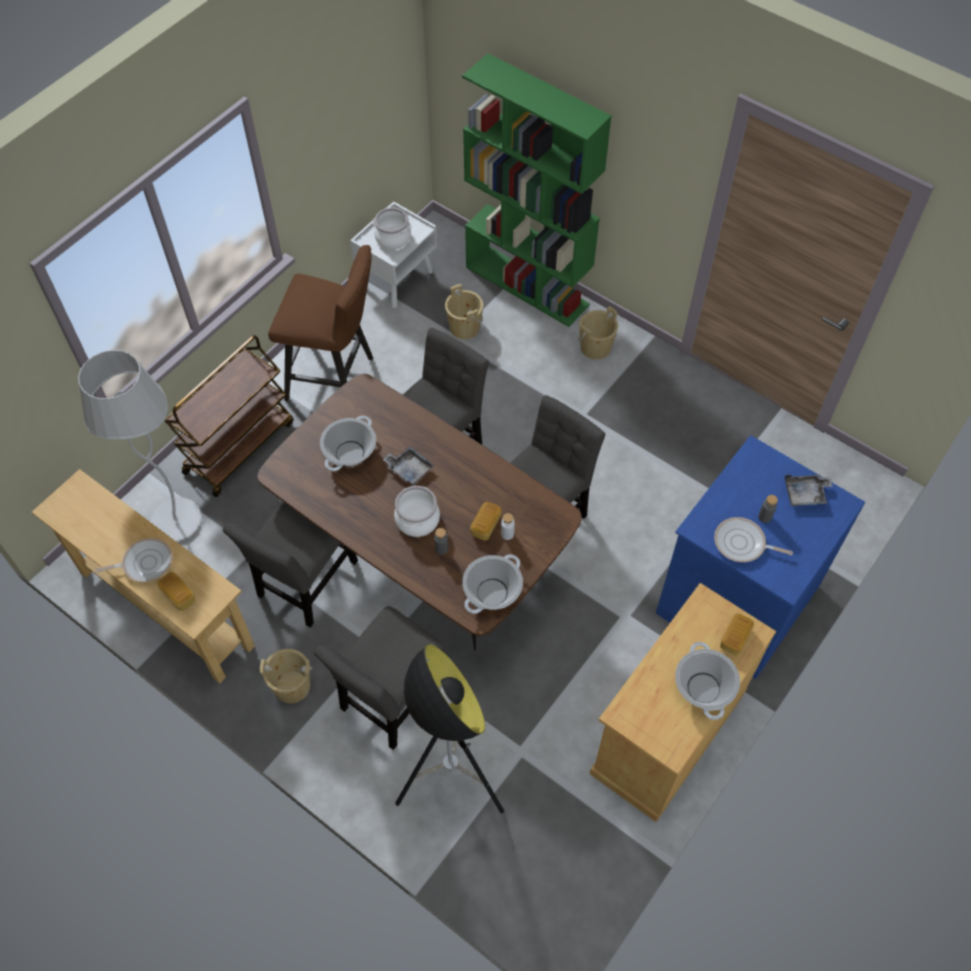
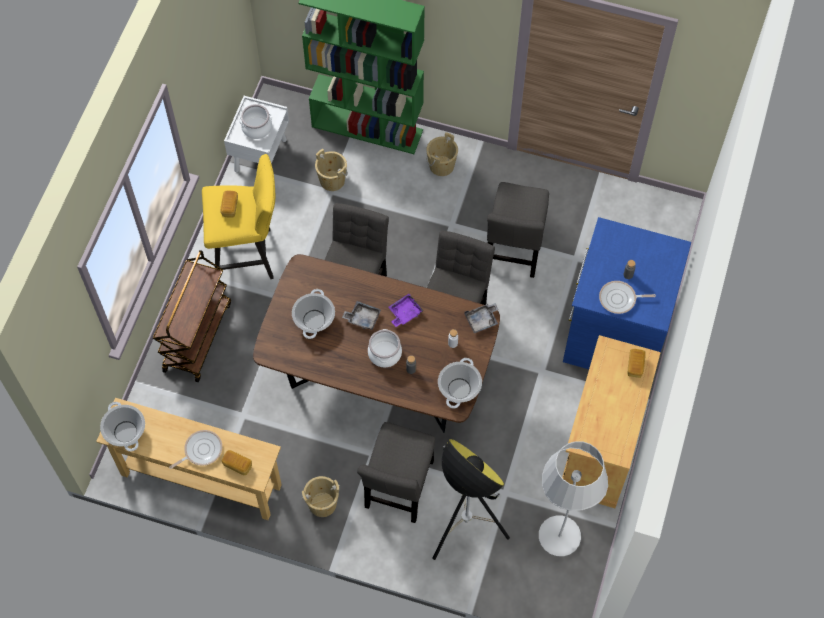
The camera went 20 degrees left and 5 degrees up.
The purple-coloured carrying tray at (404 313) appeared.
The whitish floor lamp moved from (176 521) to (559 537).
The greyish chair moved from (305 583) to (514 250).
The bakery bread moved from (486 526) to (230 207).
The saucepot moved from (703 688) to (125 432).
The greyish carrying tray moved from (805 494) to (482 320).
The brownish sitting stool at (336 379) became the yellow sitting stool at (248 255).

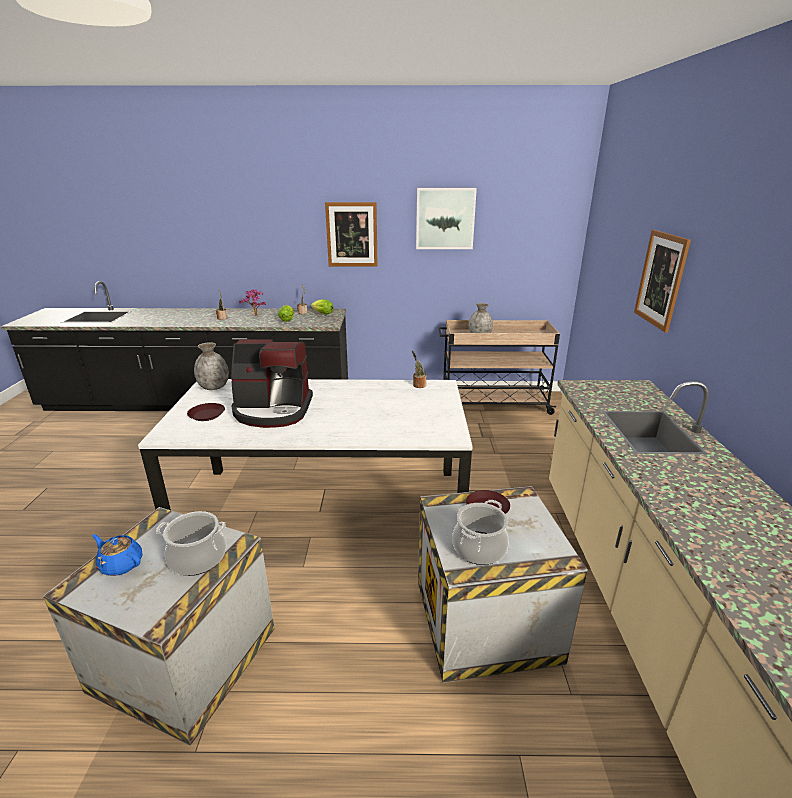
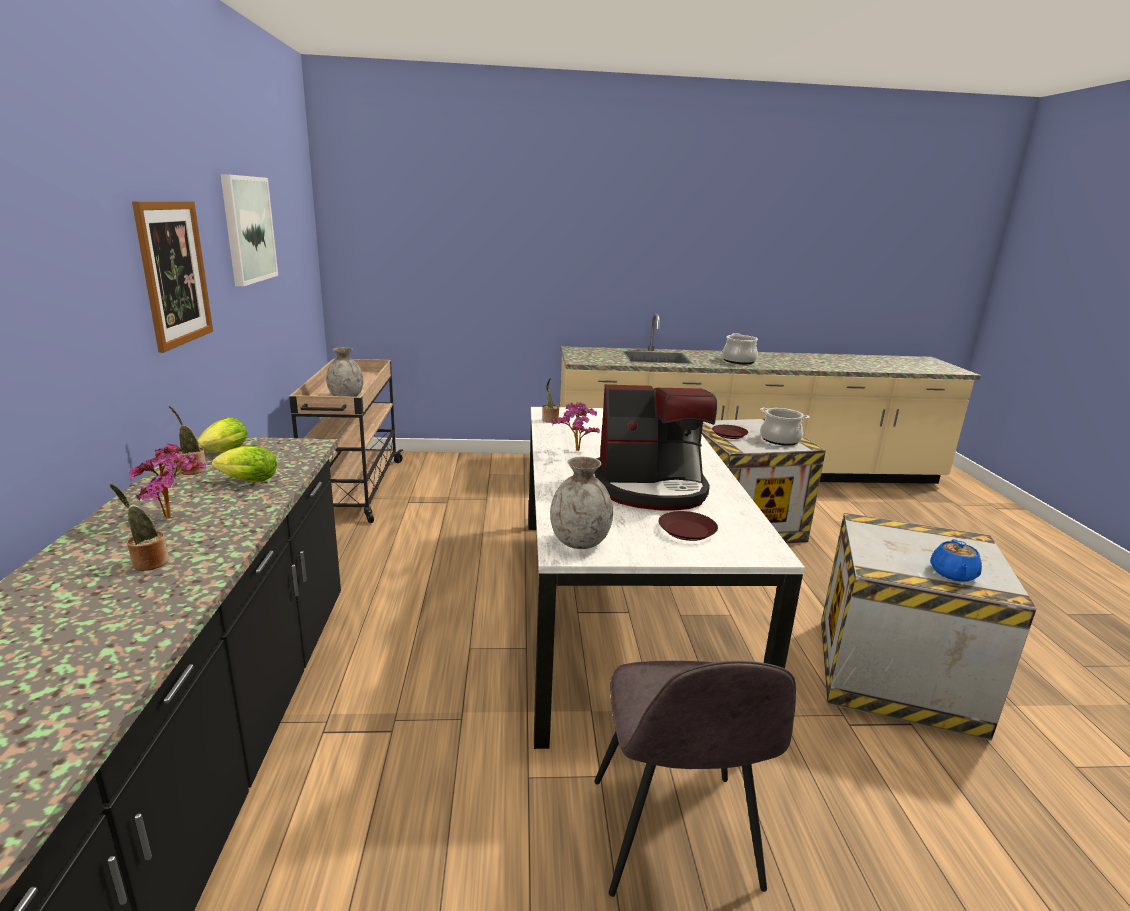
The camera went 95 degrees left and 5 degrees down.
The picture at (661 279) disappeared.
The potted plant at (576 451) appeared.
The greyish chair at (674 837) appeared.
The saucepot moved from (198 558) to (738 361).
The coffee machine at (273 410) turned 90 degrees clockwise.

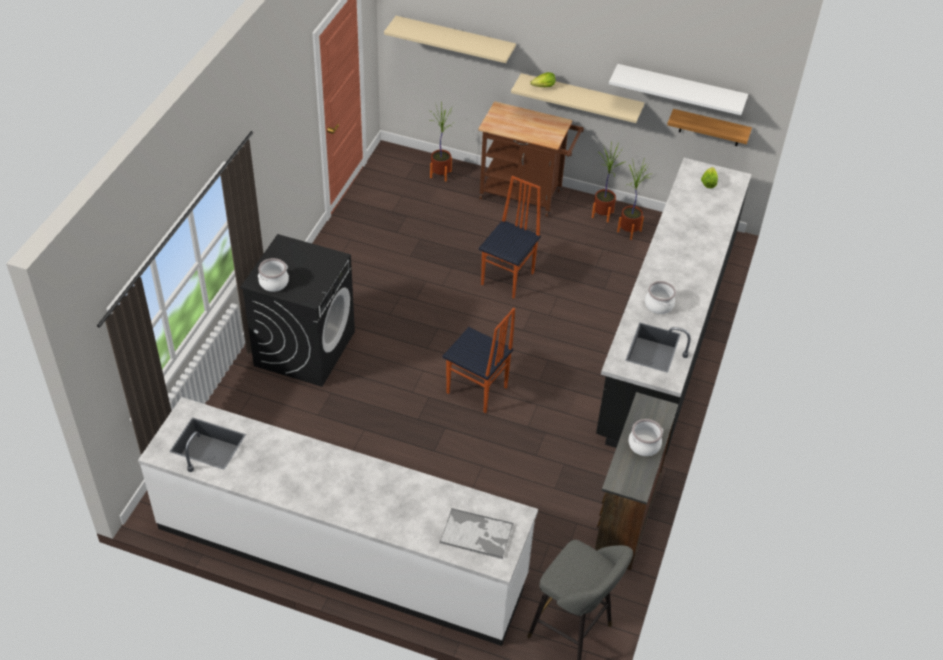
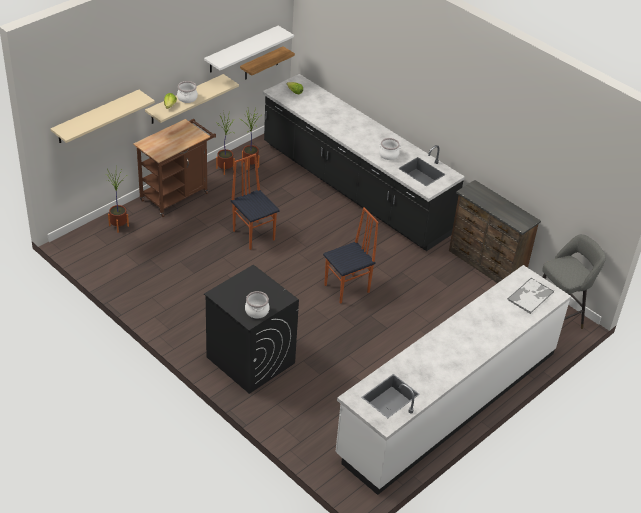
The camera went 65 degrees left and 5 degrees down.
The saucepot moved from (644 444) to (187 98).

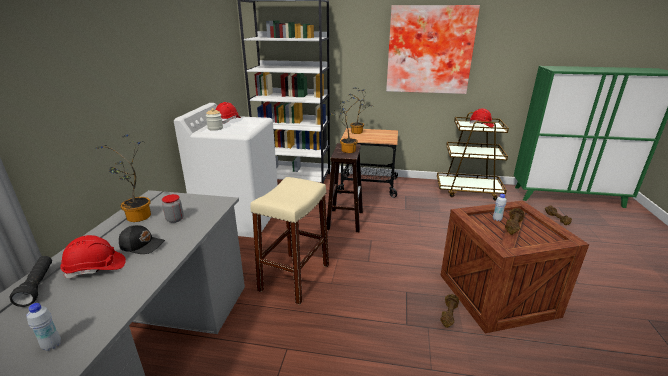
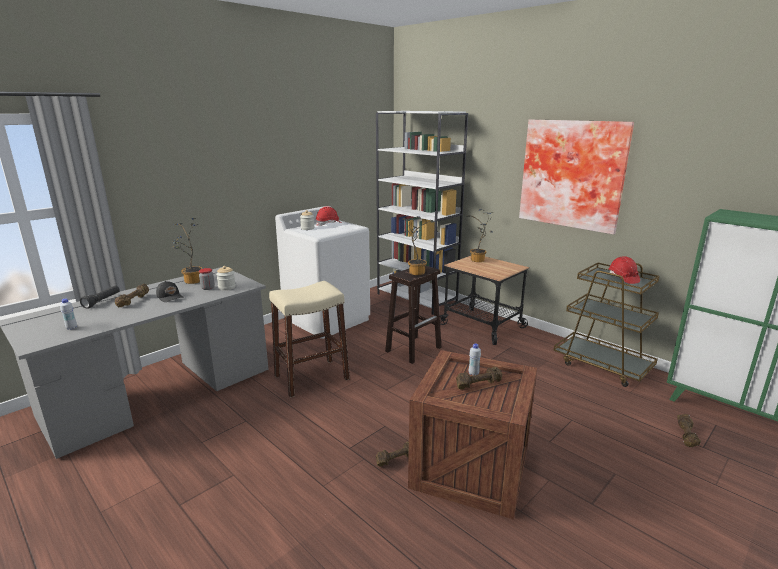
The camera went 35 degrees right and 5 degrees down.
The preserve jar at (227 287) appeared.
The red-coloured work helmet at (96 268) was replaced by the brownish hand weight at (134 301).

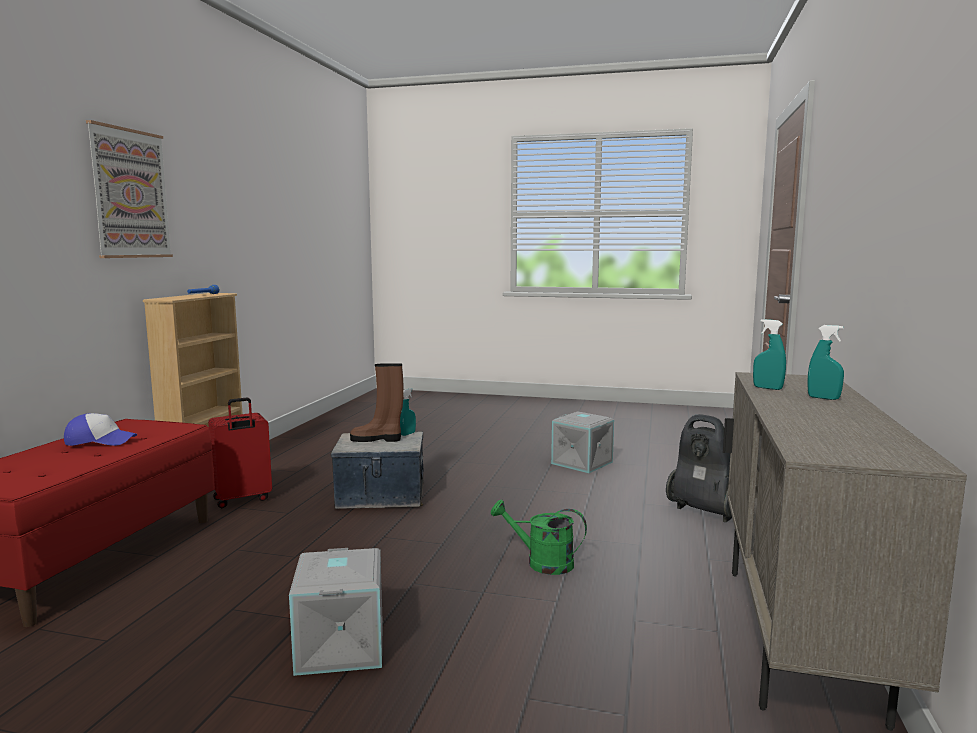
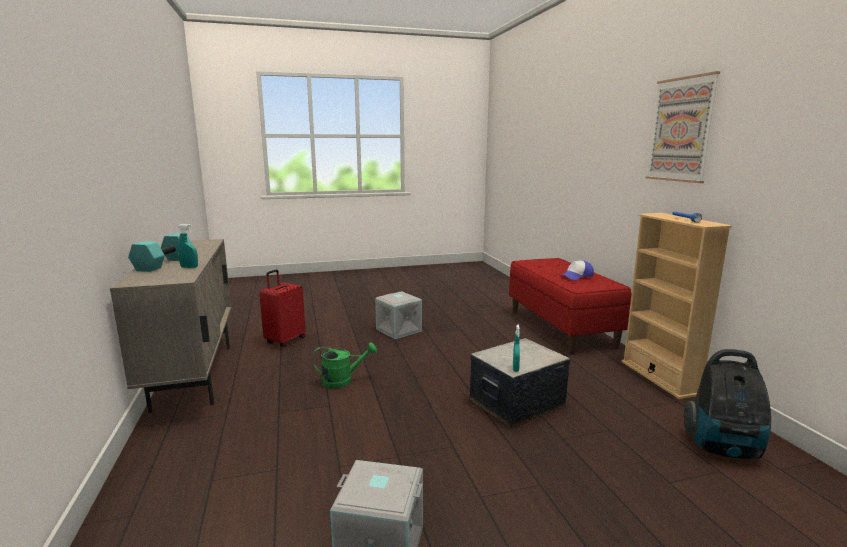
The camera went 150 degrees right and 5 degrees up.
The brownish tall boot at (377 439) disappeared.
The red-coloured piece of luggage moved from (242 499) to (285 340).
The hoover moved from (706 511) to (723 448).
The turquoise spray bottle at (823 398) was replaced by the turquoise hand weight at (164 264).

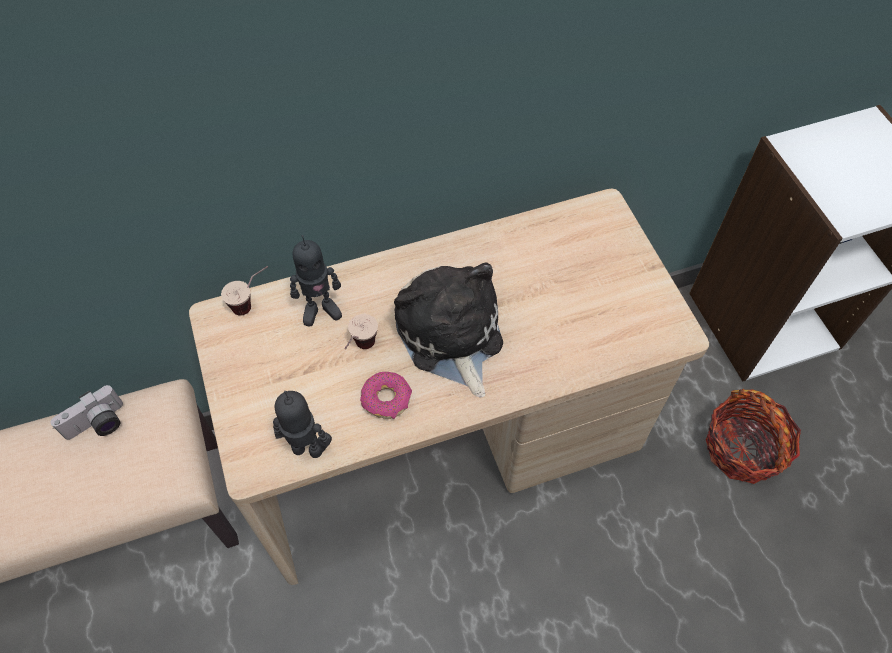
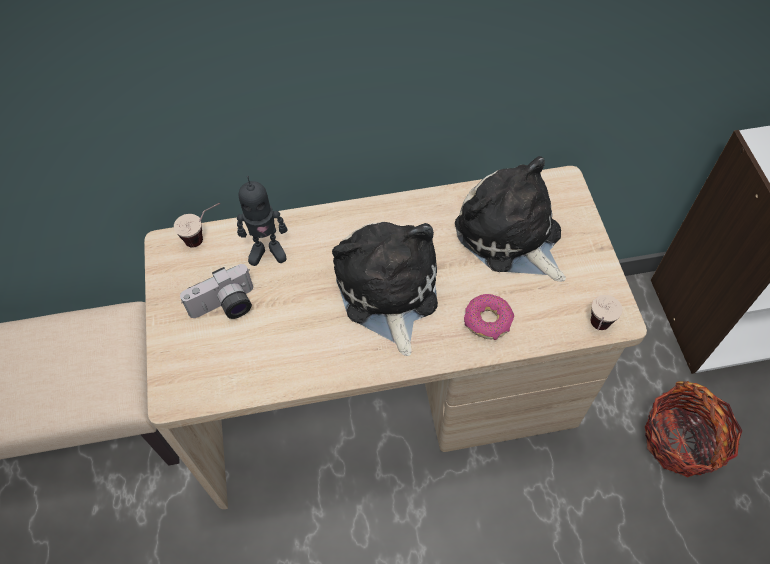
The camera went 10 degrees right and 0 degrees up.
The robot figure at (307 449) disappeared.
The soft toy at (511 236) appeared.
The still camera moved from (98 425) to (225 307).
The small cup moved from (360 351) to (596 331).
The doughnut moved from (386 399) to (488 321).

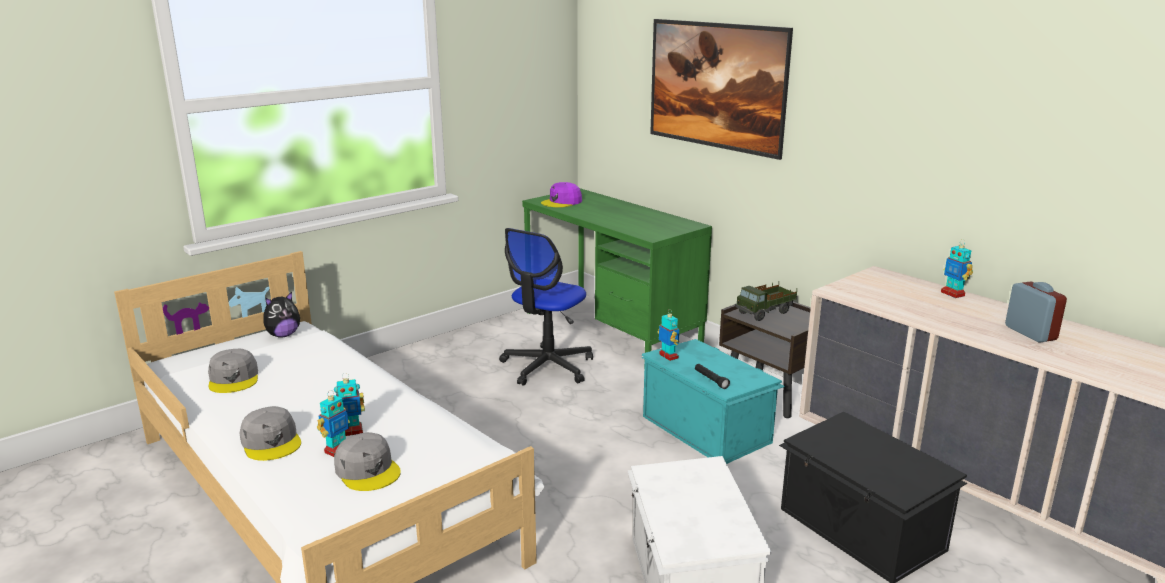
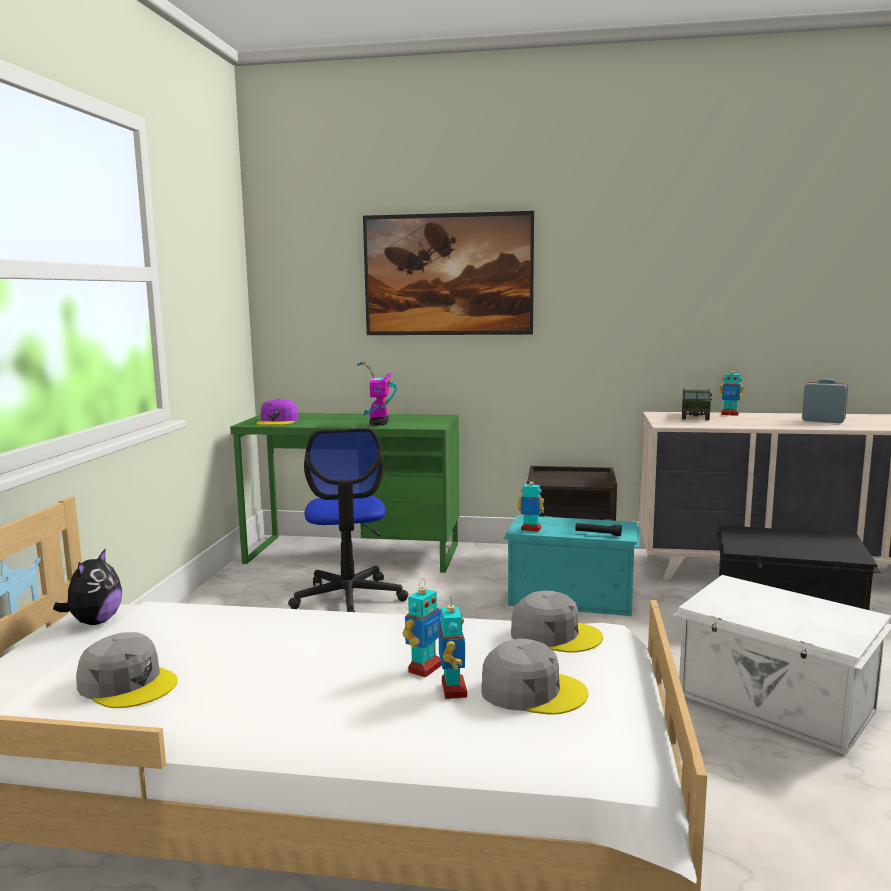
The camera went 40 degrees left and 10 degrees down.
The robot figure at (379 424) appeared.
The greyish peaked cap moved from (271 442) to (554 634).
The toy truck moved from (765 313) to (695 416).

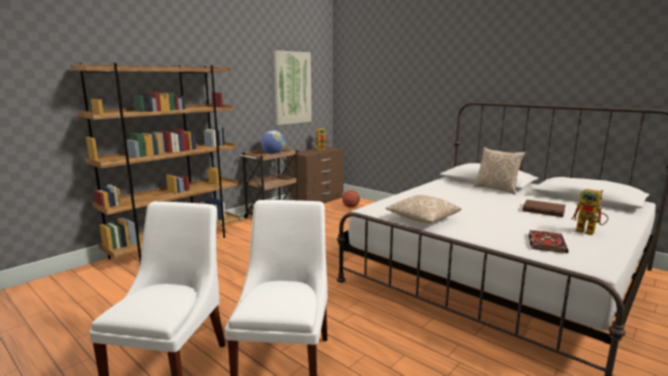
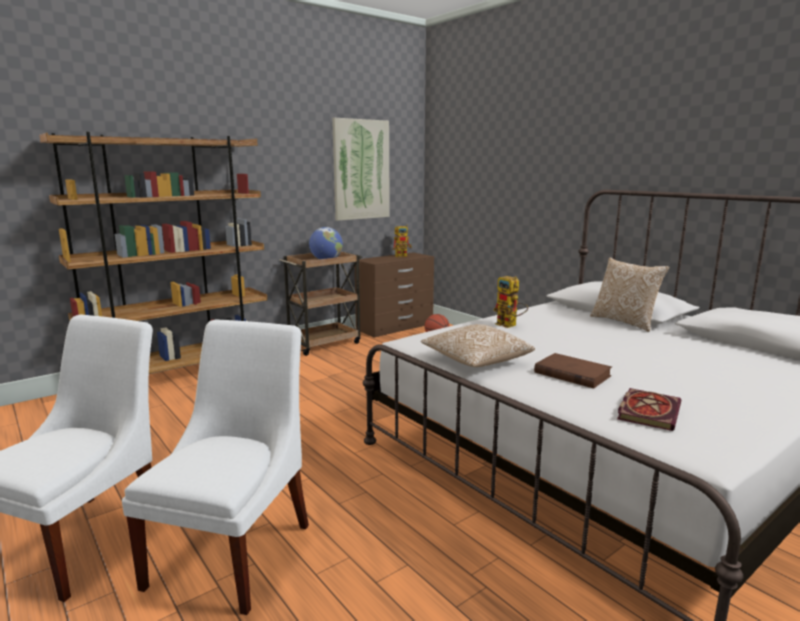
The camera went 10 degrees right and 0 degrees up.
The brownish book moved from (543 210) to (571 374).
The robot figure moved from (589 232) to (510 325).

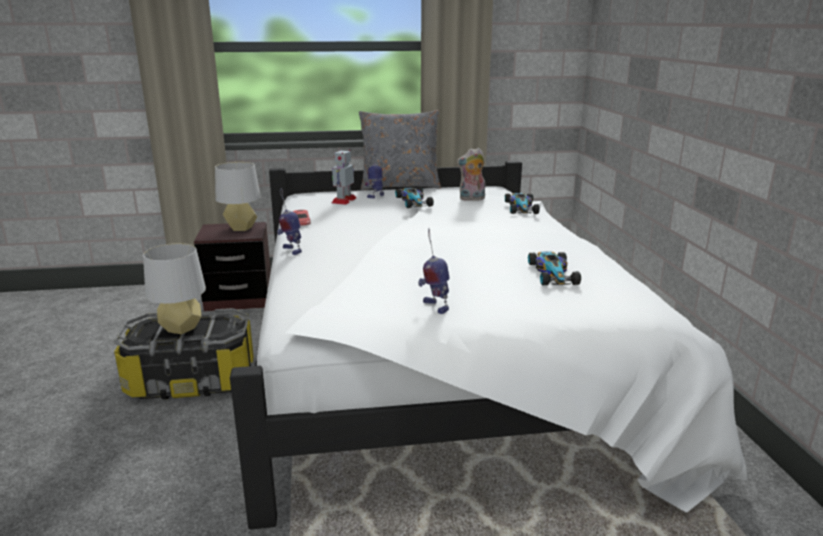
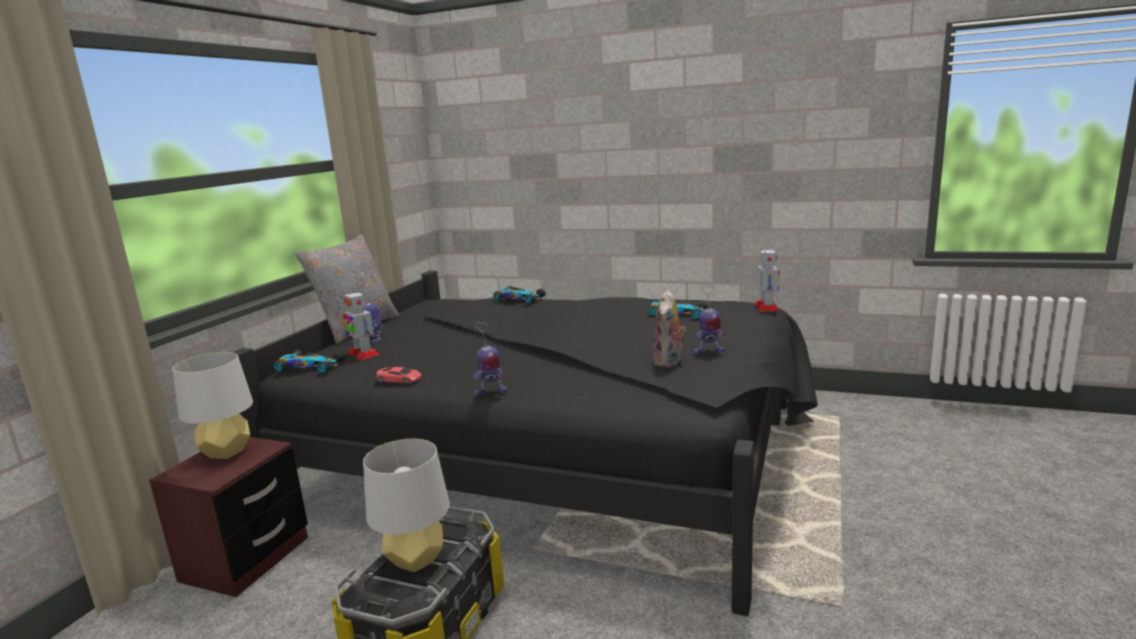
The camera went 60 degrees left and 5 degrees down.
The robot figure at (767 307) appeared.
The toy car moved from (413 201) to (309 366).
The soft toy moved from (471 199) to (669 362).
The whitish sleeping bed at (441 364) became the blackish sleeping bed at (563 459).

